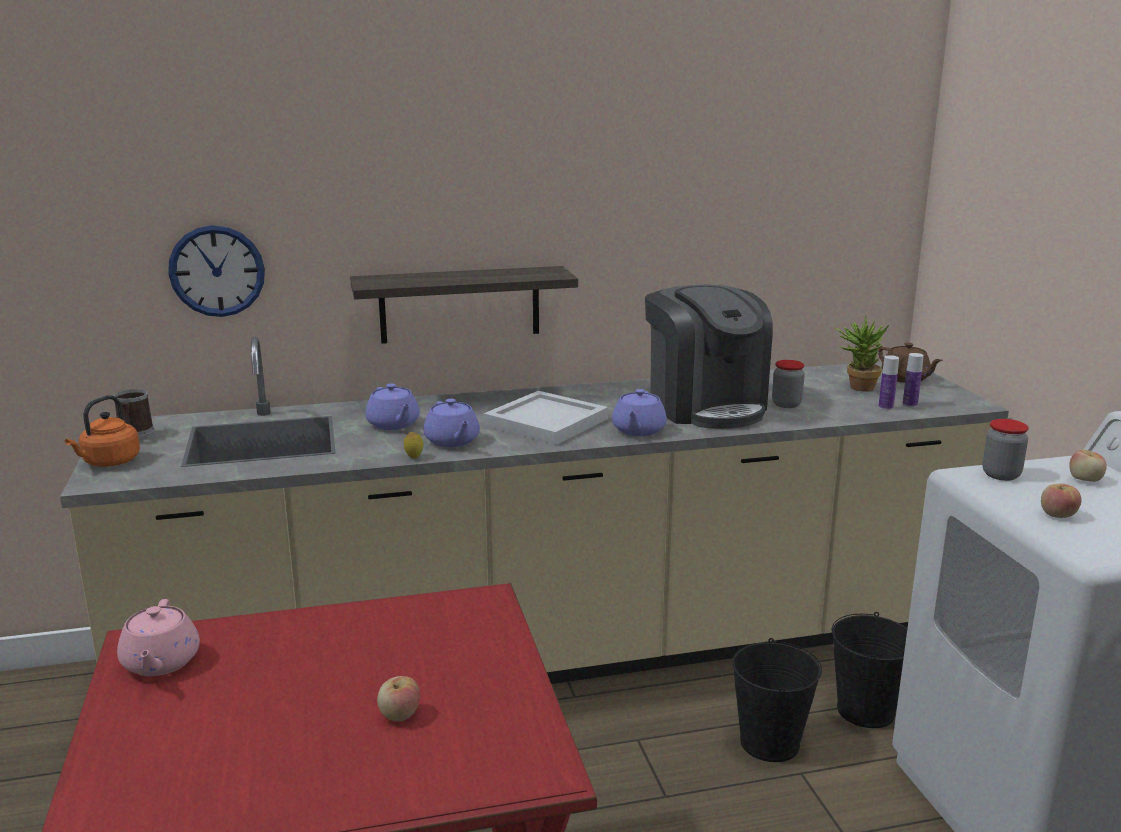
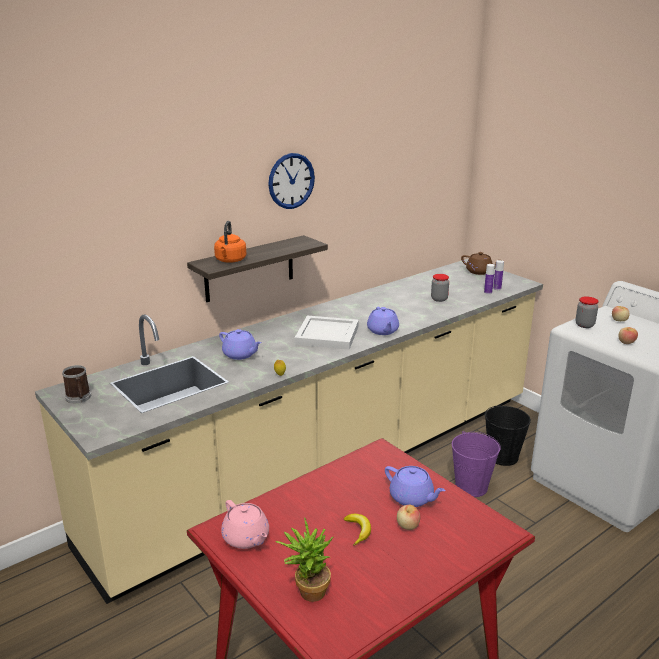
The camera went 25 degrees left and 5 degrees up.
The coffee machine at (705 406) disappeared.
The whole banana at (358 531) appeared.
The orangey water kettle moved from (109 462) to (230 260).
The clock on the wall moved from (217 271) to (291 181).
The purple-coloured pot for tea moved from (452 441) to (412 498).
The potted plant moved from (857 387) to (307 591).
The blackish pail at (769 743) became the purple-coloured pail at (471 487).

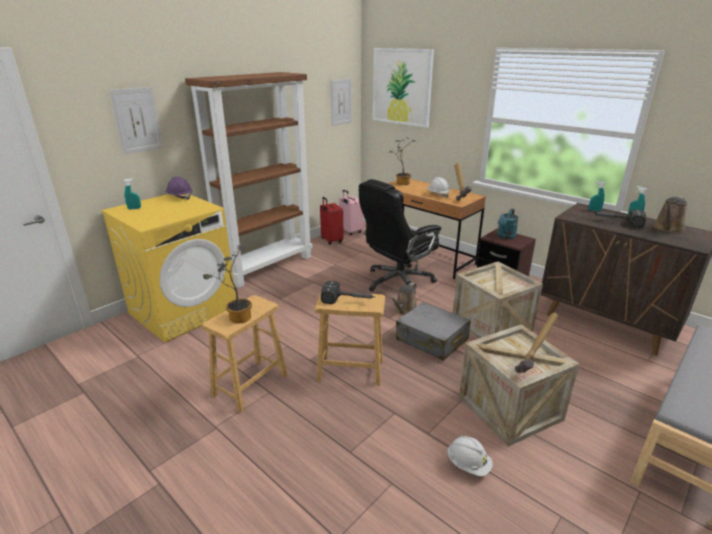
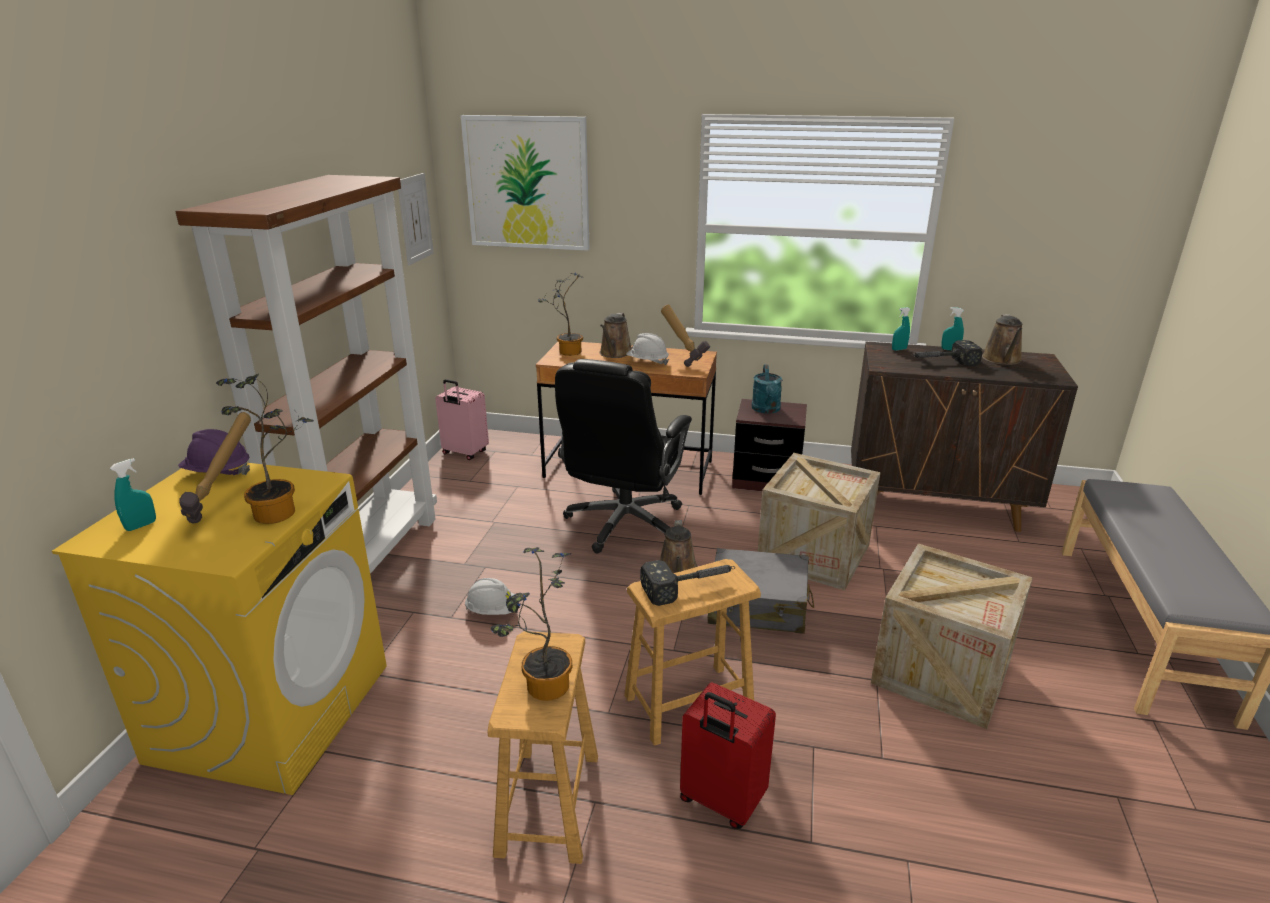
The camera went 30 degrees left and 0 degrees up.
The picture at (137 120) disappeared.
The potted plant at (281 513) appeared.
The brownish watering can at (615 353) appeared.
The red-coloured piece of luggage moved from (331 241) to (720 801).
The whitish work helmet moved from (468 464) to (492 611).
The hand hammer moved from (534 367) to (229 508).

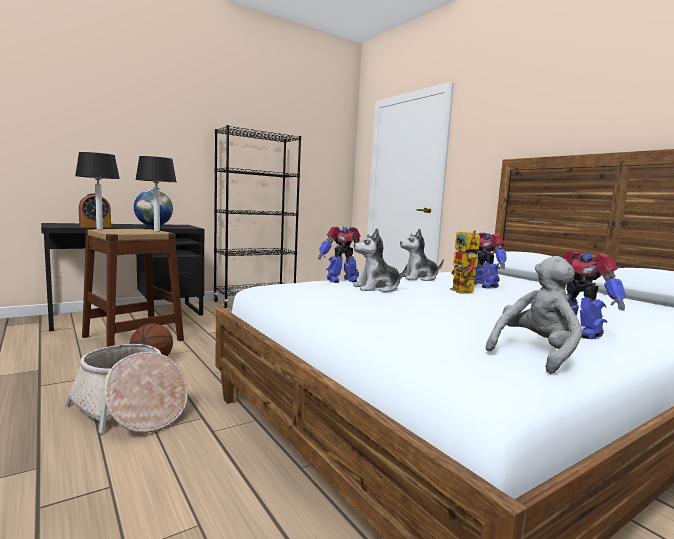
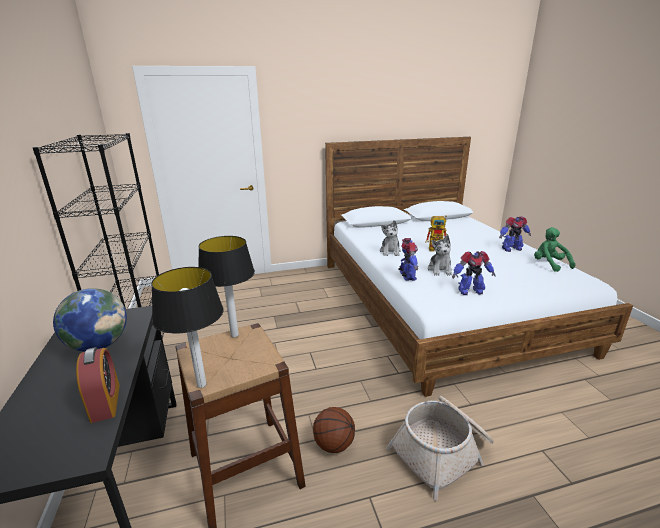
The camera went 70 degrees left and 15 degrees up.
The robot figure moved from (483 285) to (469 291).
The greyish soft toy at (535 353) became the green soft toy at (549 264).

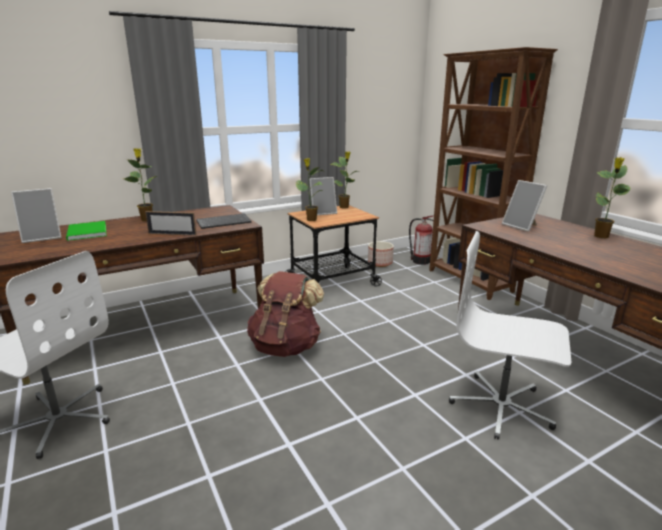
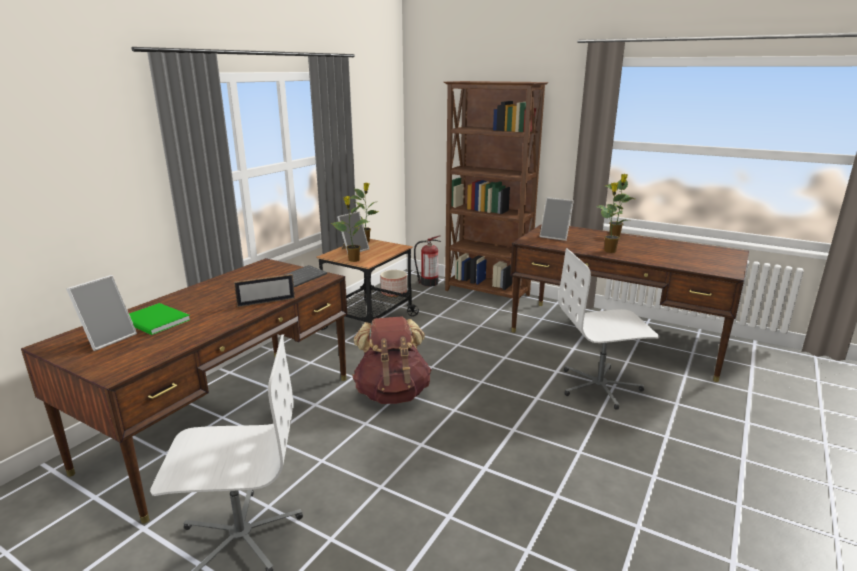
The camera went 30 degrees left and 0 degrees up.
The potted plant moved from (147 219) to (609 251).

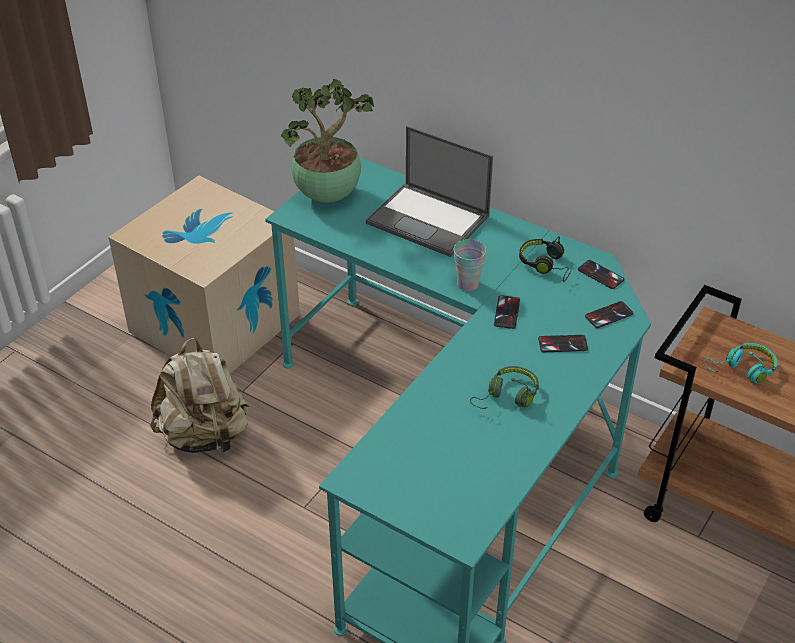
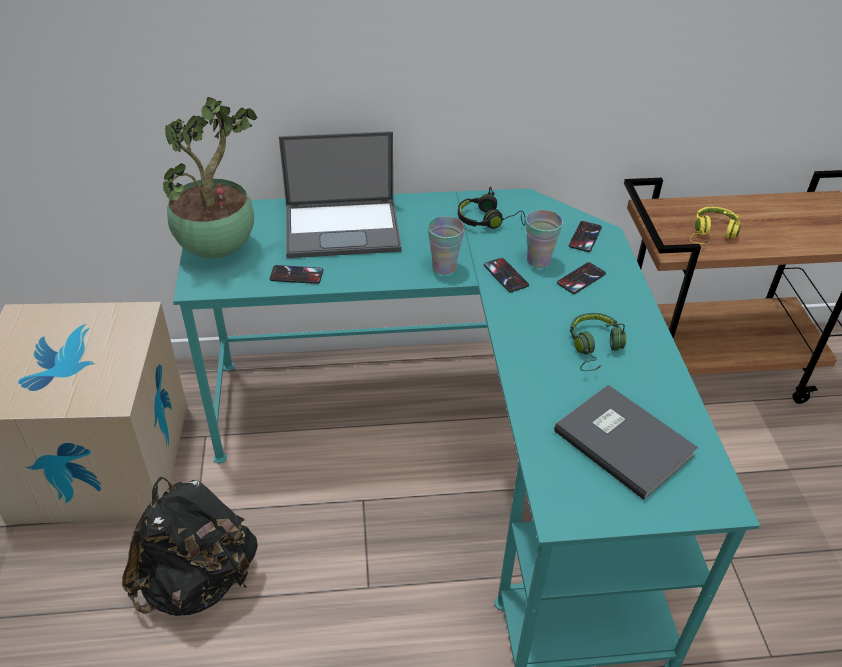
The camera went 40 degrees left and 0 degrees up.
The small cup at (538 260) appeared.
The greyish book at (624 440) appeared.
The telephone moved from (600 275) to (296 275).
The beige backpack at (205 435) became the blackish backpack at (198 581).
The turquoise headphones at (742 369) became the yellow headphones at (712 233).

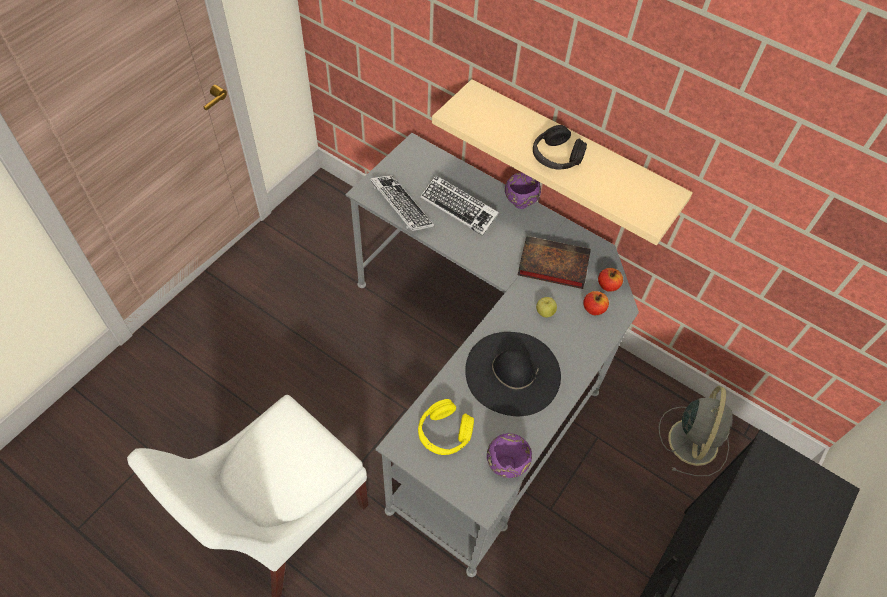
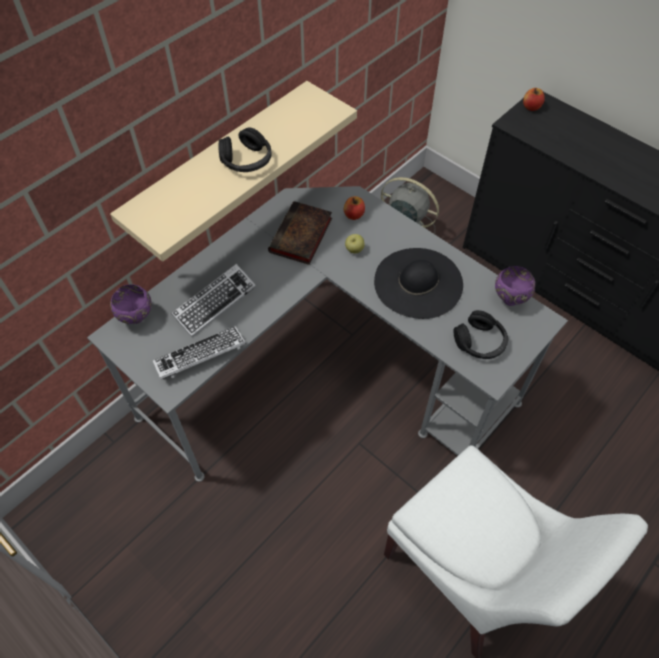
The camera went 80 degrees left and 0 degrees up.
The purple-coloured deep dish moved from (519 204) to (136 318).
The apple fruit moved from (608 285) to (531 107).
The yellow headphones at (444 433) became the blackish headphones at (480 342).

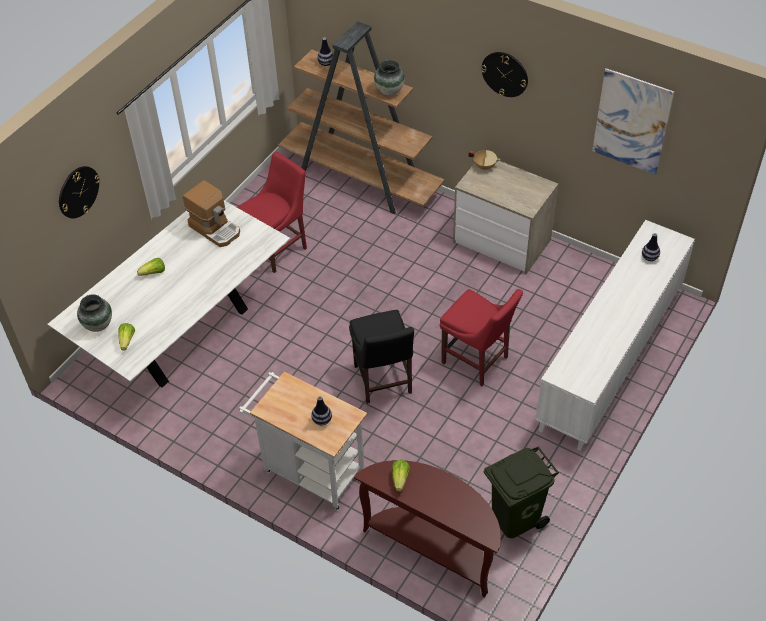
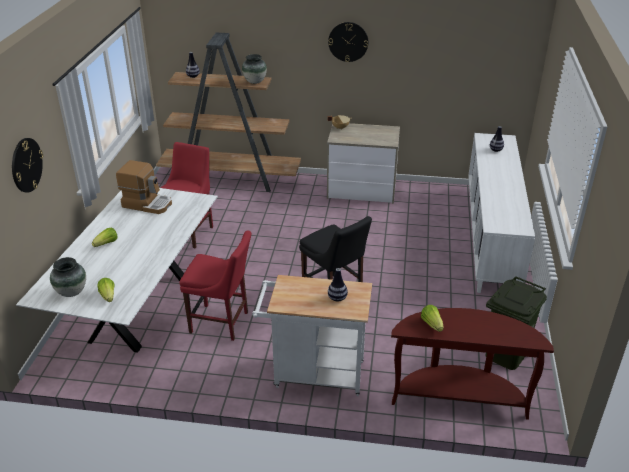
The camera went 25 degrees left and 15 degrees down.
The picture at (631 122) disappeared.
The red-coloured chair moved from (477 362) to (222 323).

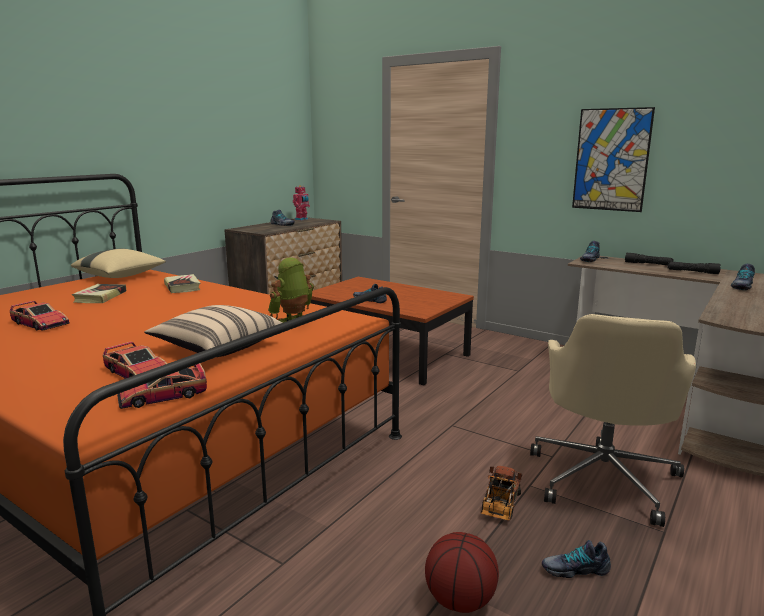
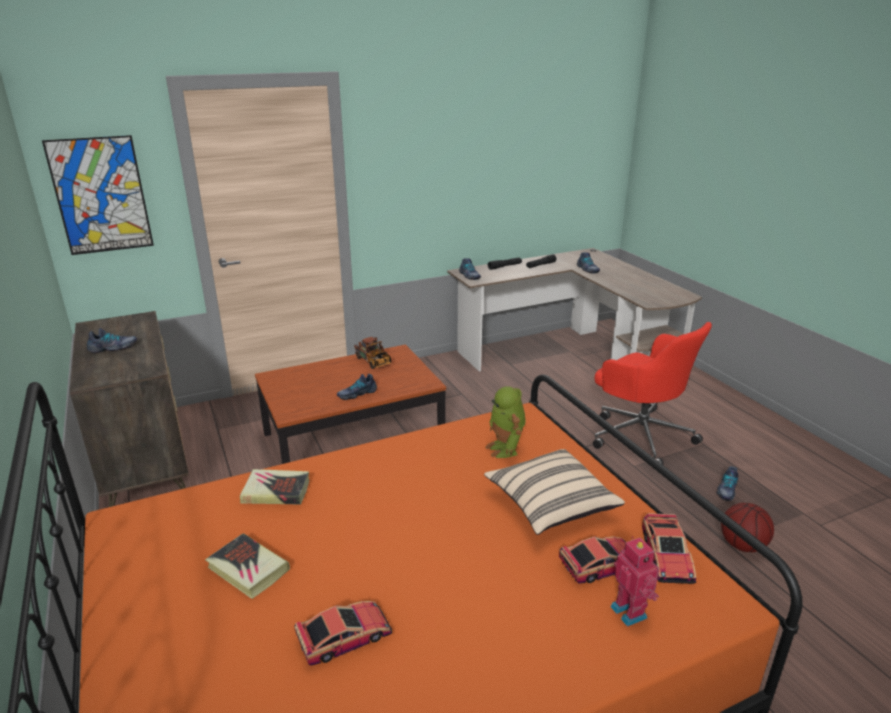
The camera went 60 degrees left and 10 degrees up.
The beige cushion at (121 276) disappeared.
The robot figure moved from (302 219) to (630 611).
The toy truck moved from (500 506) to (374 362).
The picture moved from (611 160) to (101 195).
The beige office chair at (603 477) became the red-coloured office chair at (639 435).

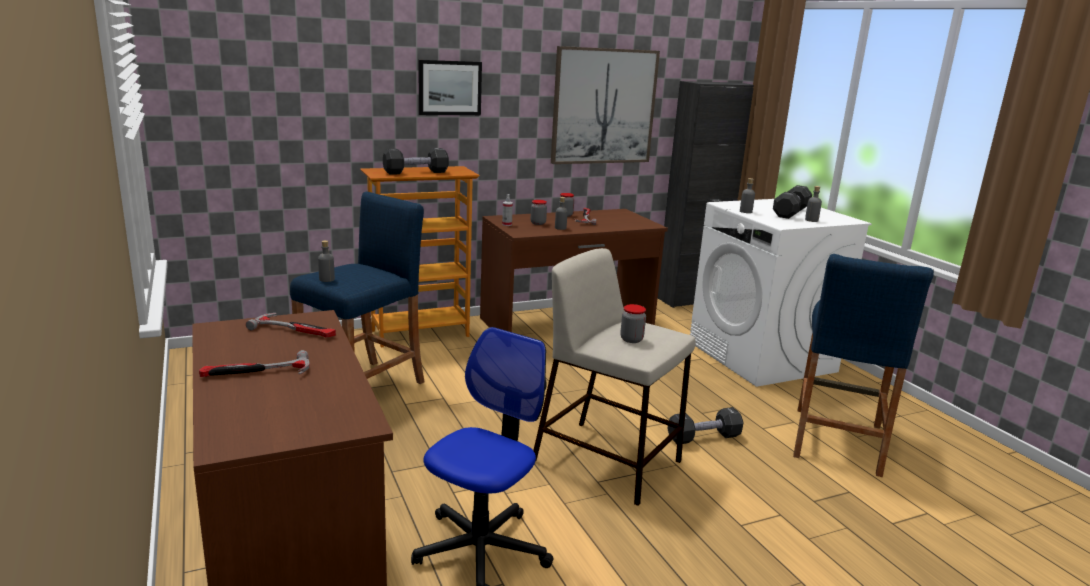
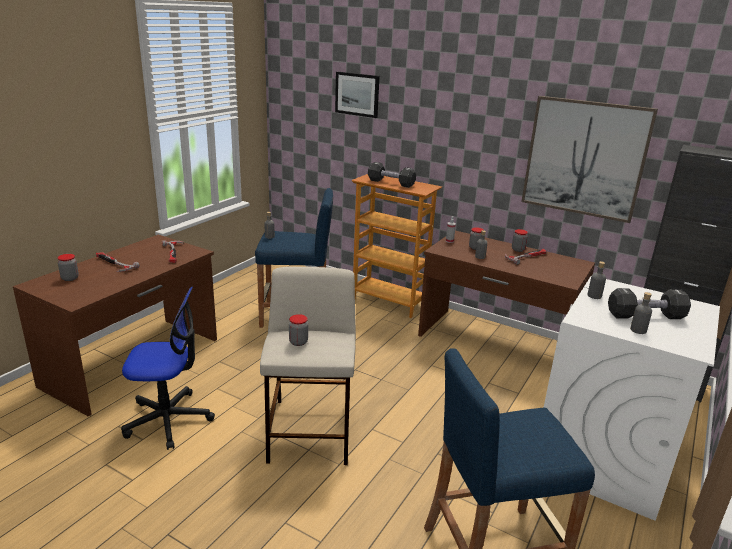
The camera went 55 degrees right and 5 degrees up.
The blackish hand weight at (703 437) disappeared.
The preserve jar at (70 278) appeared.
The picture moved from (449 88) to (357 94).

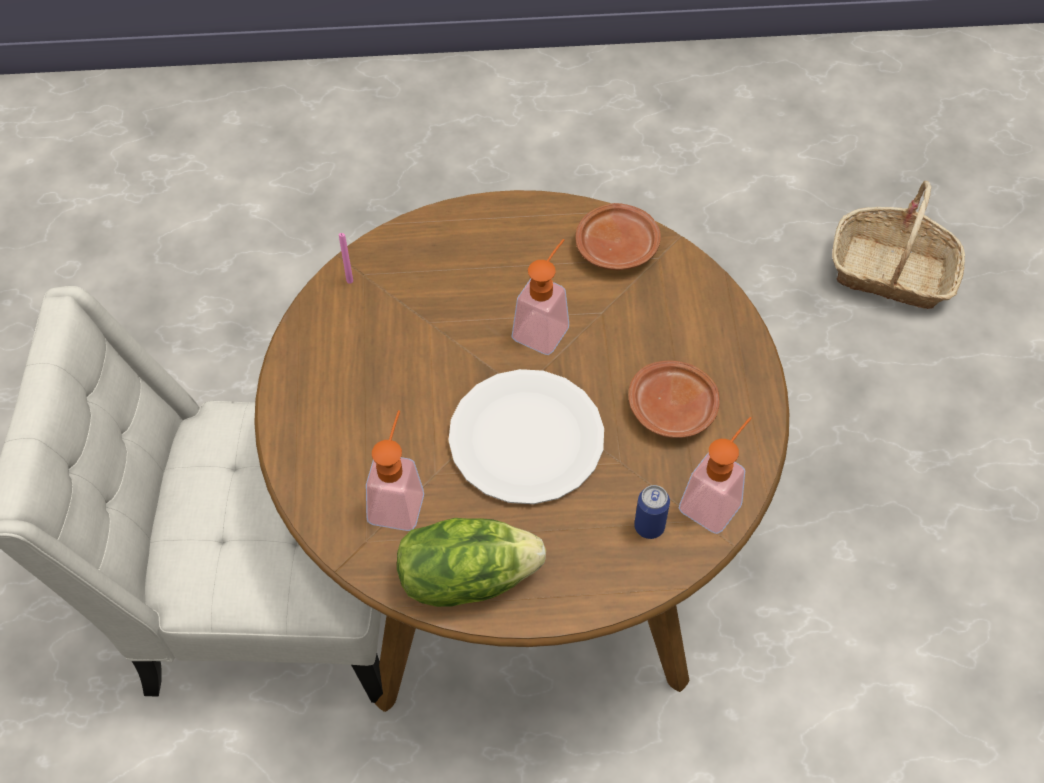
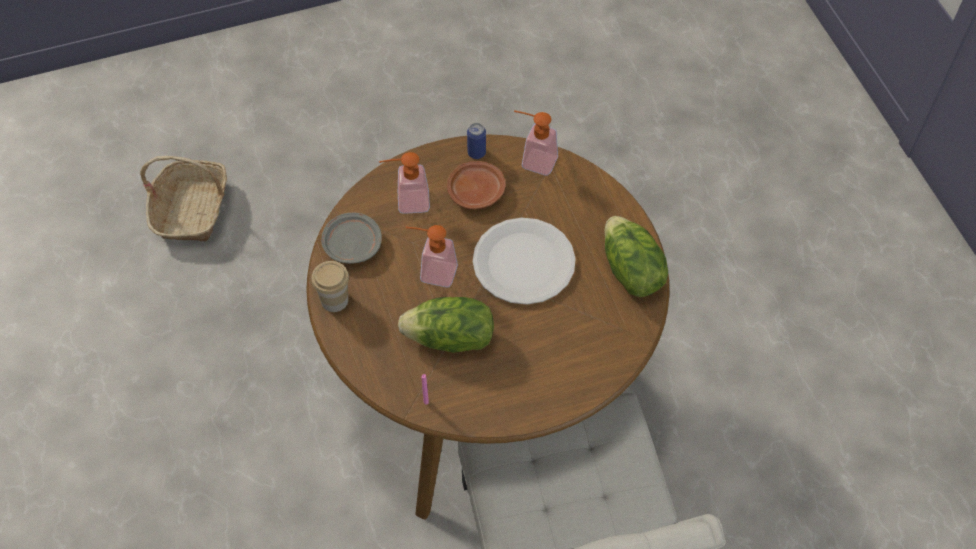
The camera went 105 degrees left and 0 degrees up.
The small cup at (334 300) appeared.
The lettuce at (450 339) appeared.
The soap bottle moved from (398 498) to (406 202).
The sealed can moved from (649 526) to (476 153).
The brownish plate at (617 246) became the greyish plate at (352 244).

